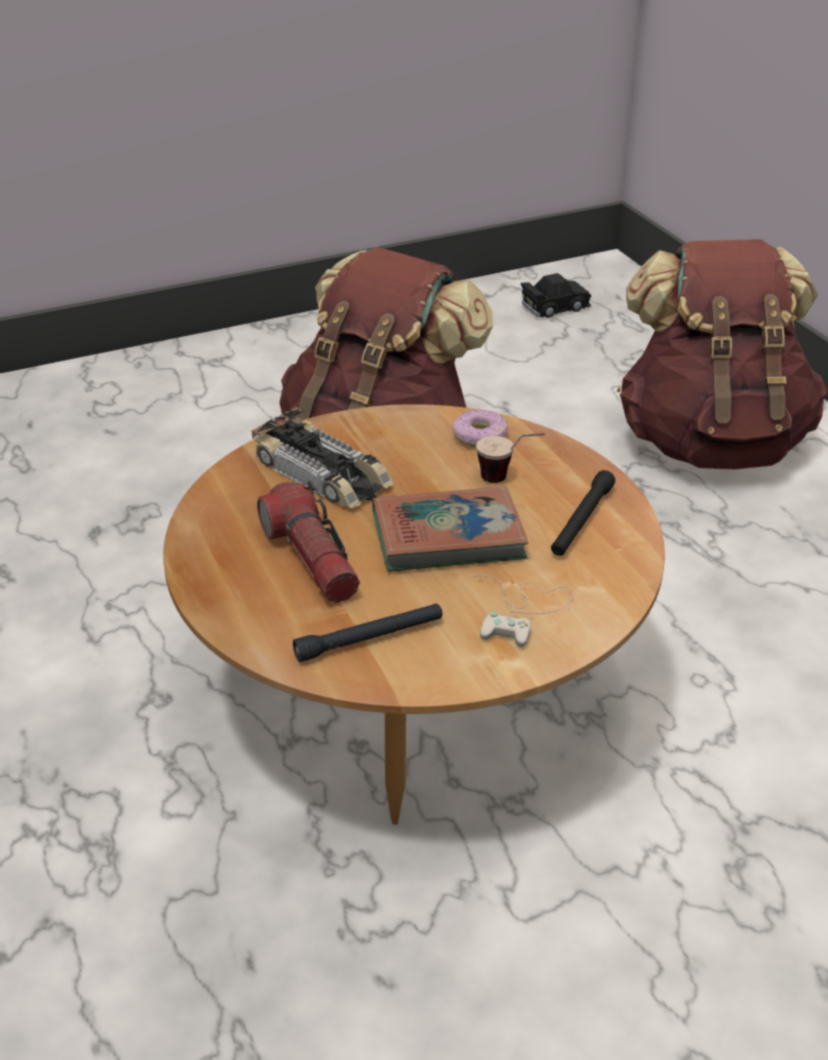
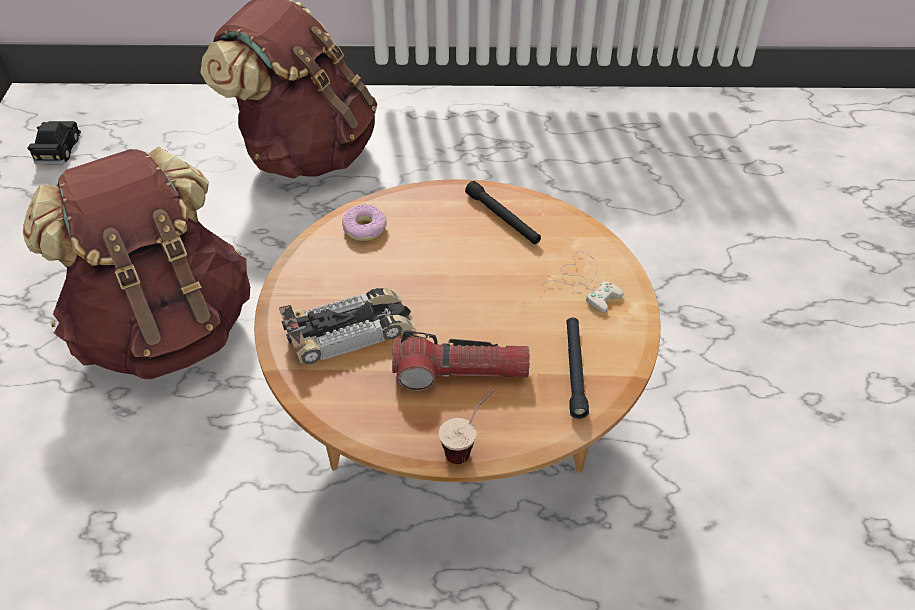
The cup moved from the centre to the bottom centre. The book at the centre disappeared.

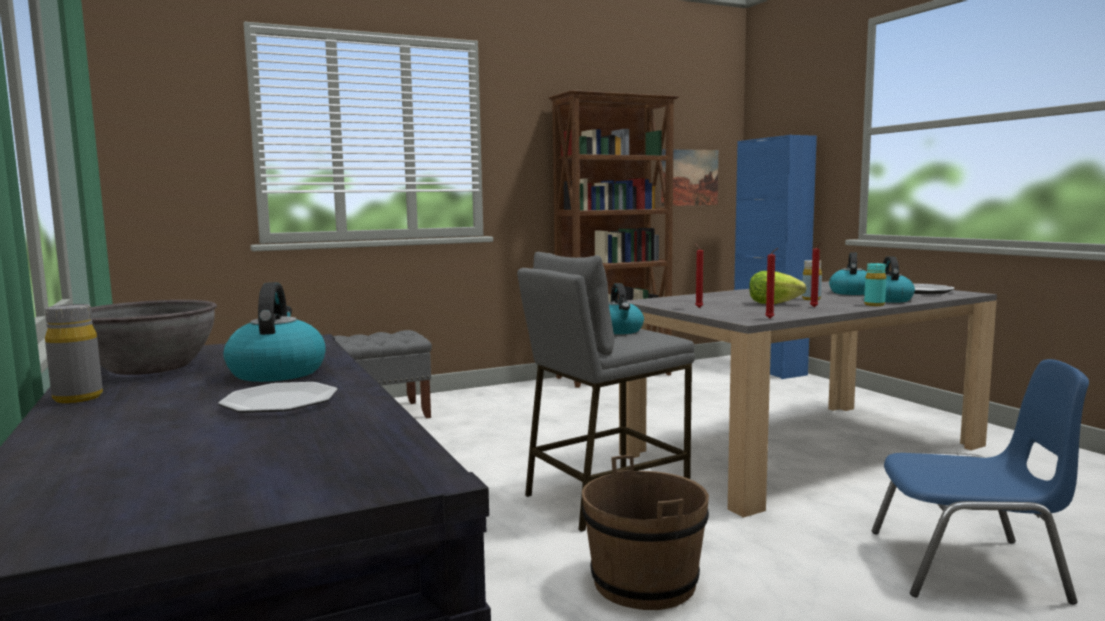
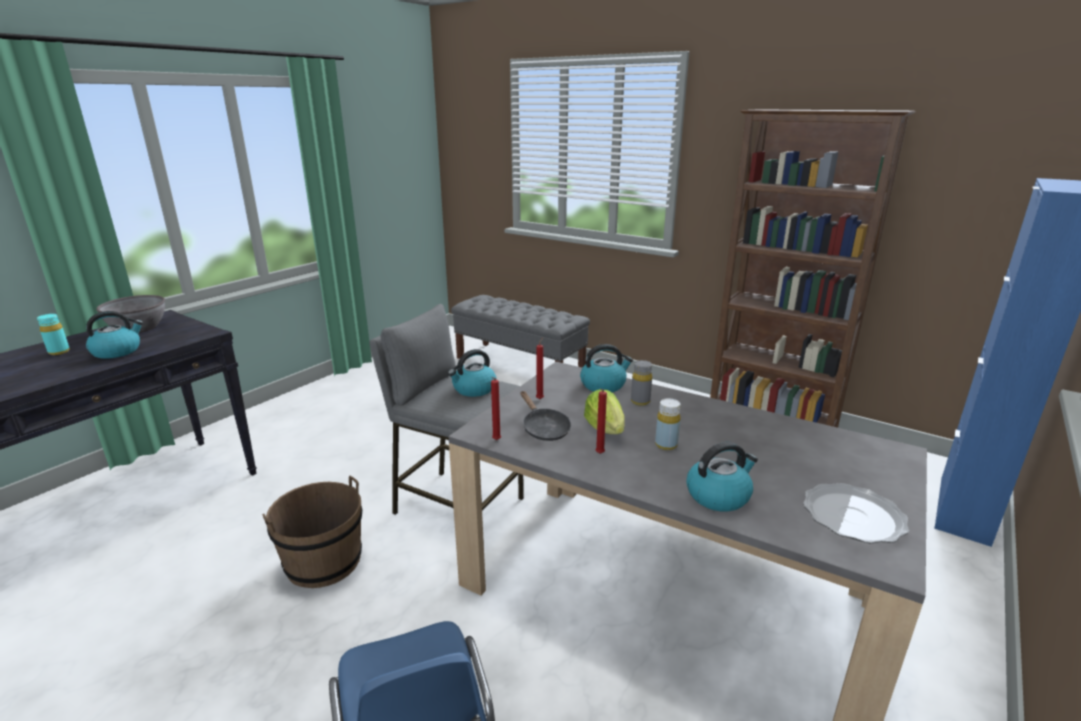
The picture at the top centre disappeared. The kettle (no. 3 from left) moved from the middle right to the centre. The turquoise bottle moved from the middle right to the middle left. The grey bottle moved from the middle left to the centre. The plate (no. 1 from left) at the middle left disappeared. The black frying pan at the centre appeared.

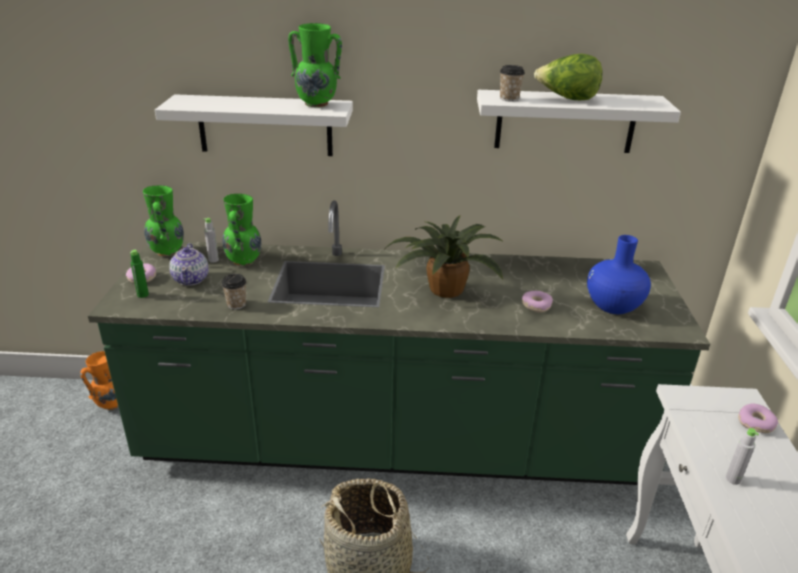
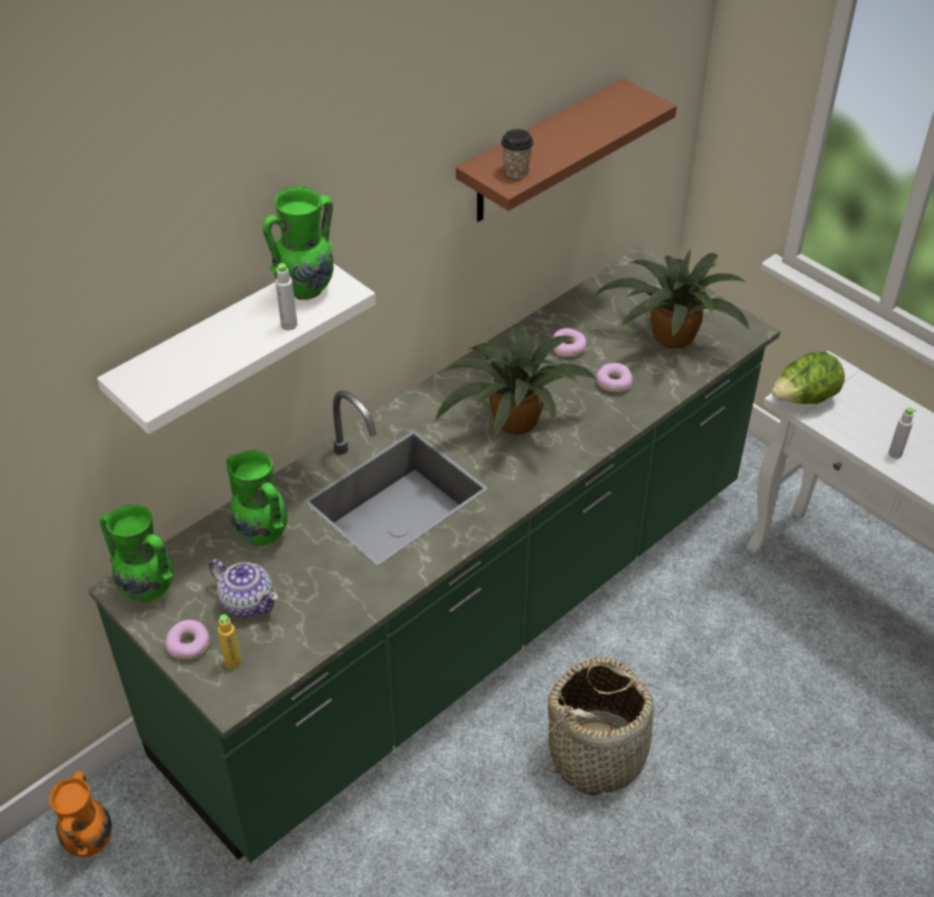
The lettuce moved from the top right to the middle right. The white shelf (no. 2 from left) at the top right became the brown shelf at the top centre. The grey bottle (no. 1 from left) moved from the middle left to the top left. The blue vase at the middle right was replaced by the potted plant (no. 2 from left) at the middle right. The green bottle at the middle left became the yellow bottle at the bottom left. The cup (no. 1 from left) at the middle left disappeared. The donut (no. 3 from left in the first image) moved from the bottom right to the centre.

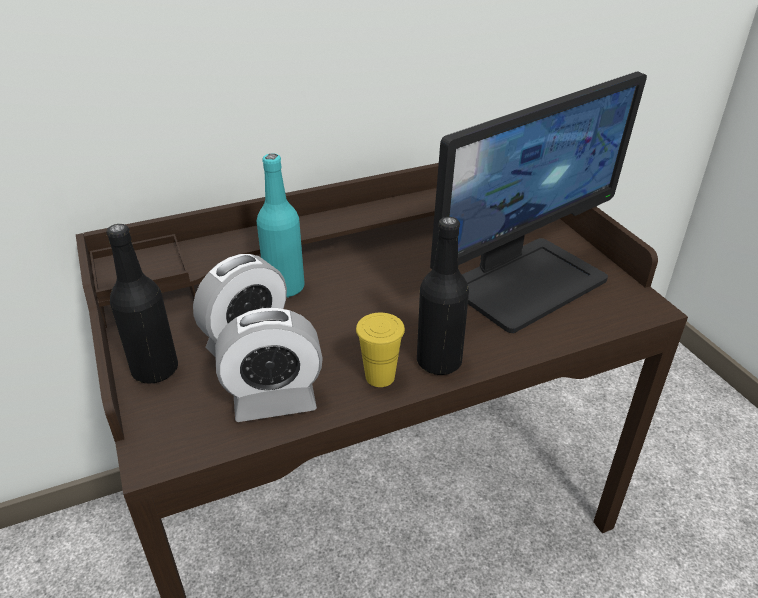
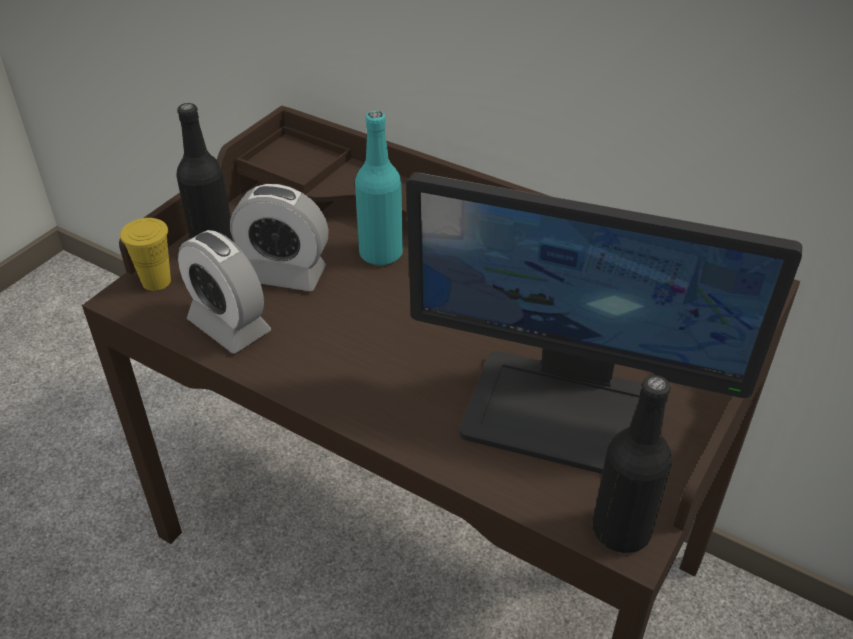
The black bottle (no. 2 from left) moved from the centre to the bottom right. The yellow cup moved from the centre to the middle left.

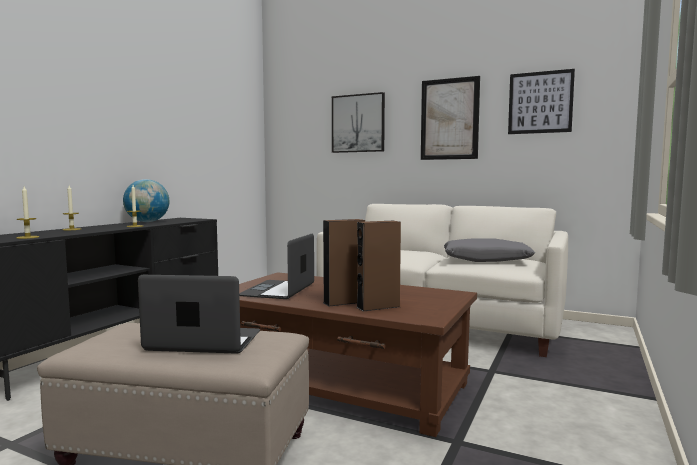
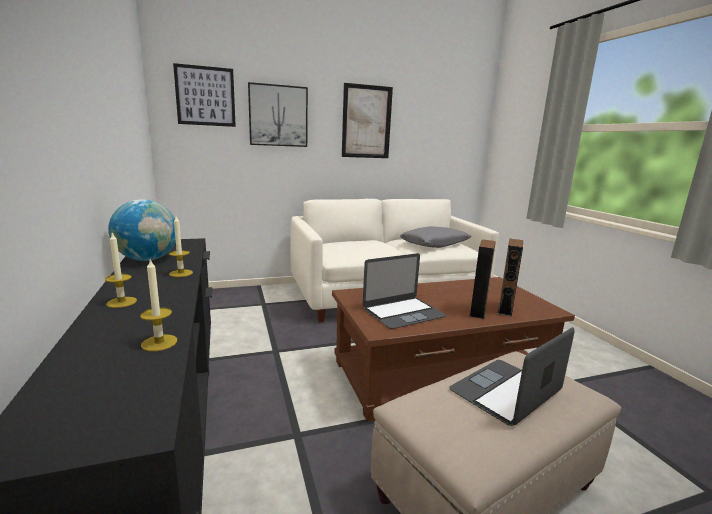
The picture (no. 3 from left in the first image) moved from the top right to the top left. The laptop (no. 2 from left in the first image) at the centre turned 90 degrees counterclockwise.

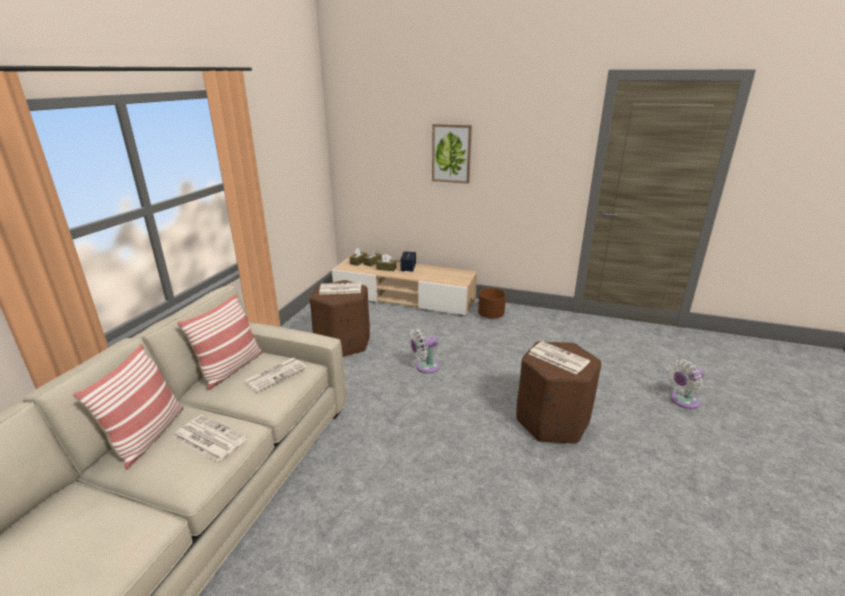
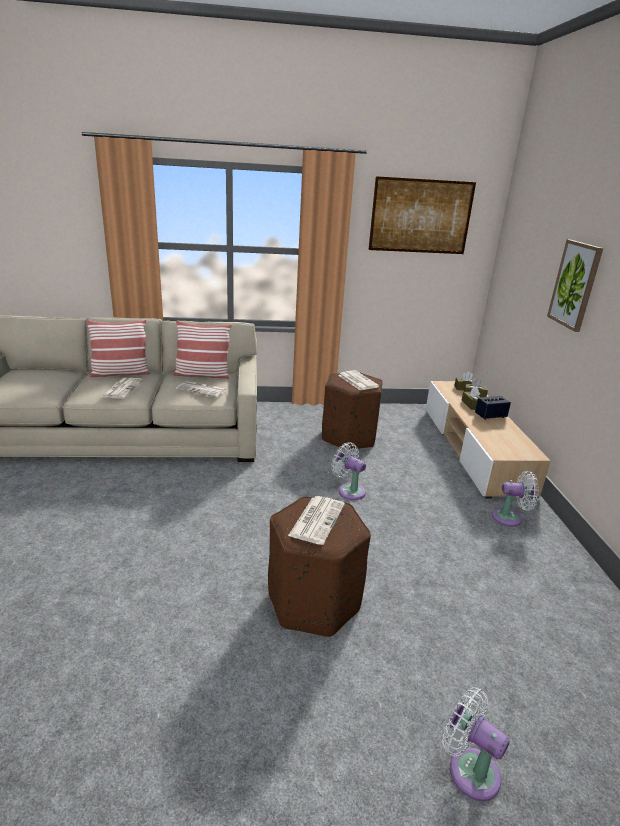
The brown planter at the centre was replaced by the white fan (no. 3 from left) at the middle right. The picture (no. 1 from left) at the top right appeared.

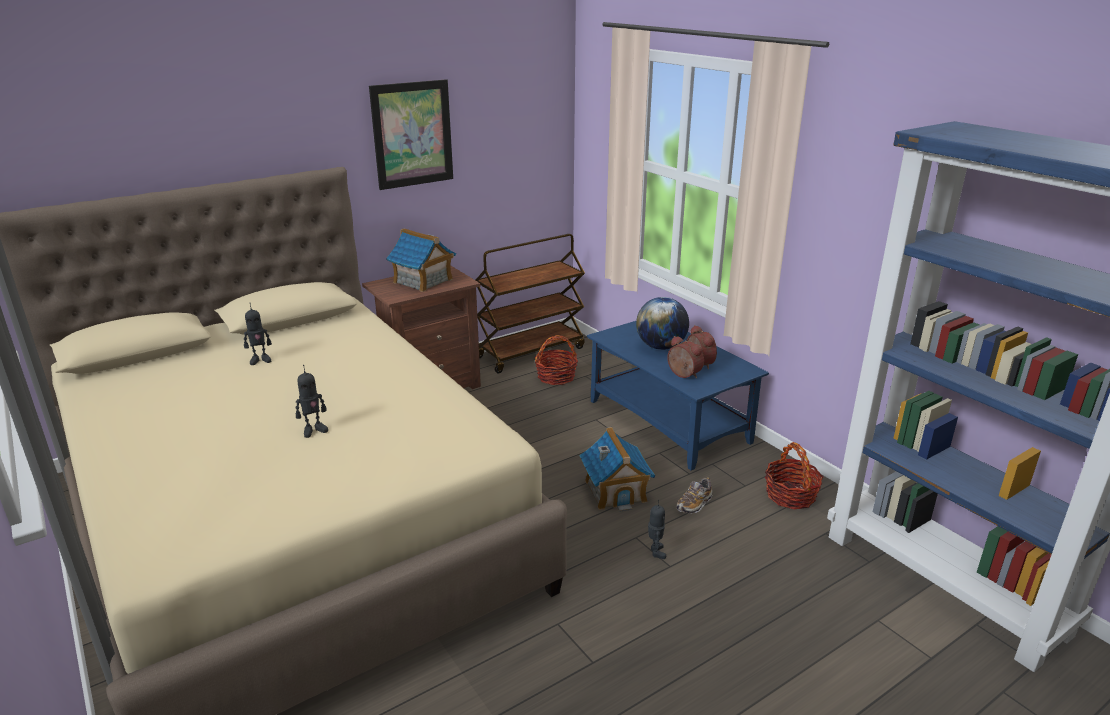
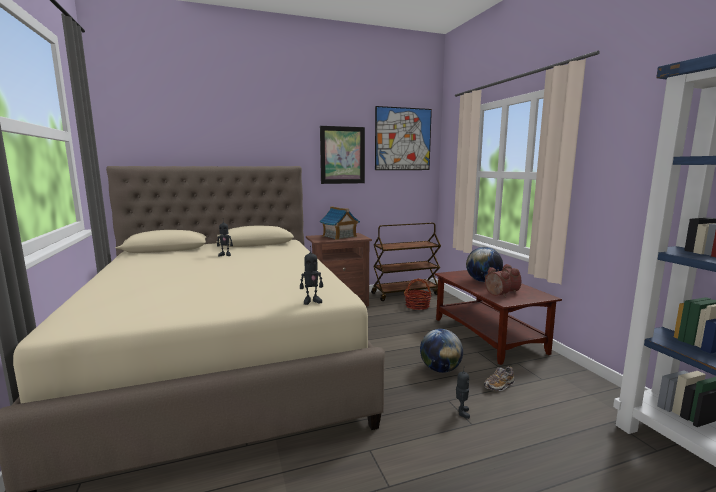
The blue coffee table at the centre became the brown coffee table at the middle right. The toy robot (no. 2 from left) moved from the middle left to the centre. The toy house (no. 2 from left) at the centre was replaced by the globe (no. 1 from left) at the bottom centre. The basket (no. 2 from left) at the middle right disappeared. The picture (no. 2 from left) at the top centre appeared.

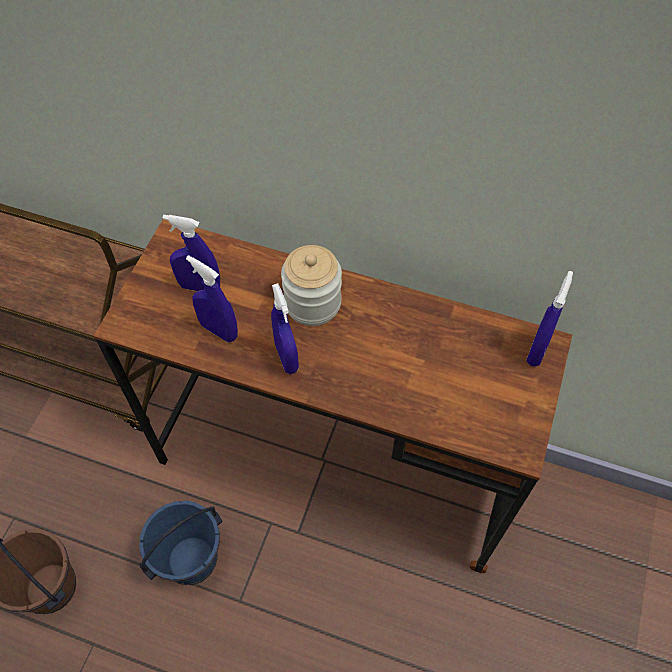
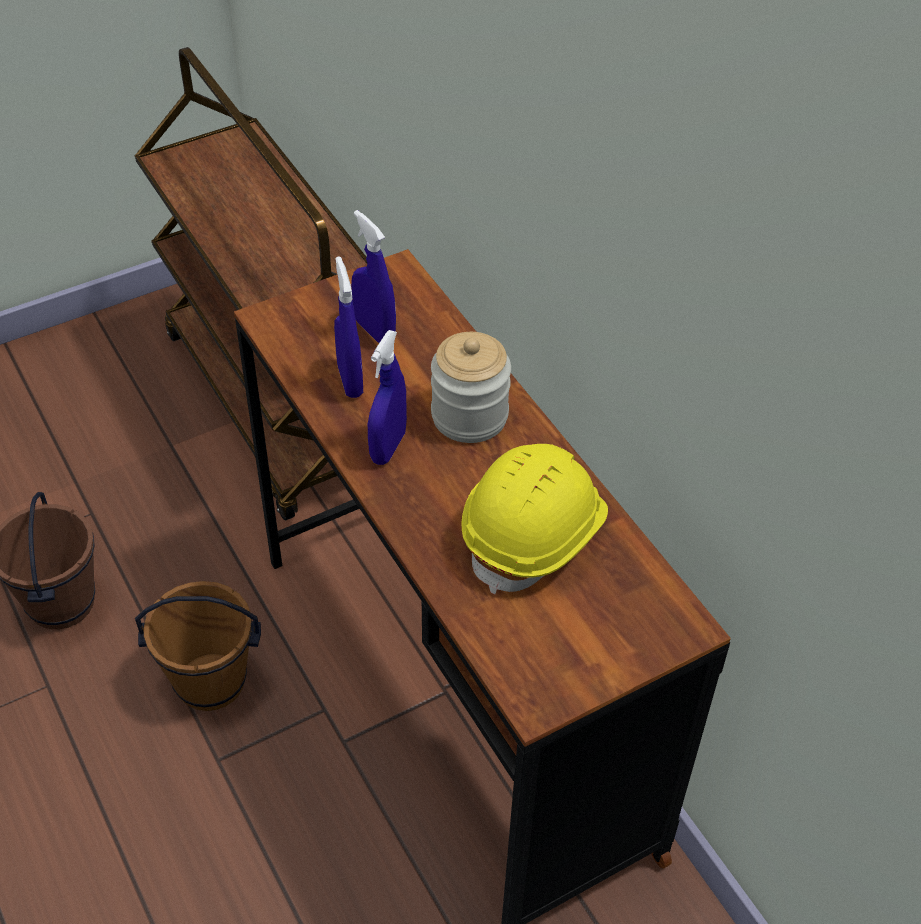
The blue spray bottle (no. 4 from left) at the middle right disappeared. The blue bucket at the bottom left became the brown bucket (no. 2 from left) at the bottom left. The yellow hard hat at the centre appeared.

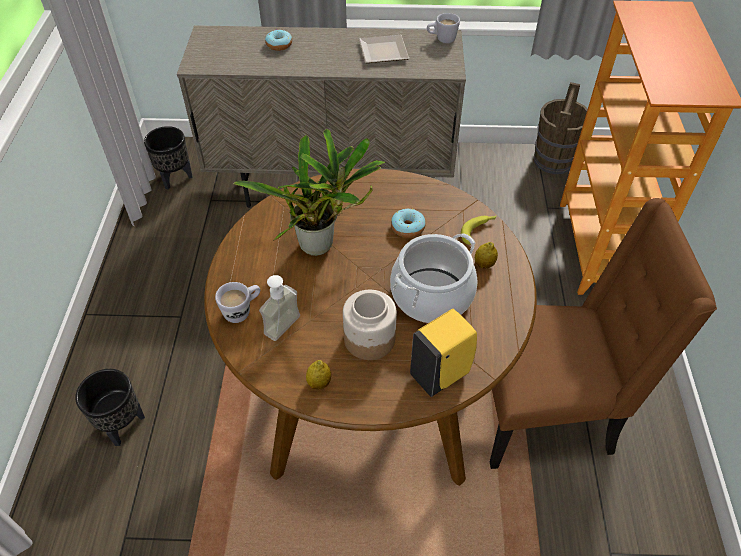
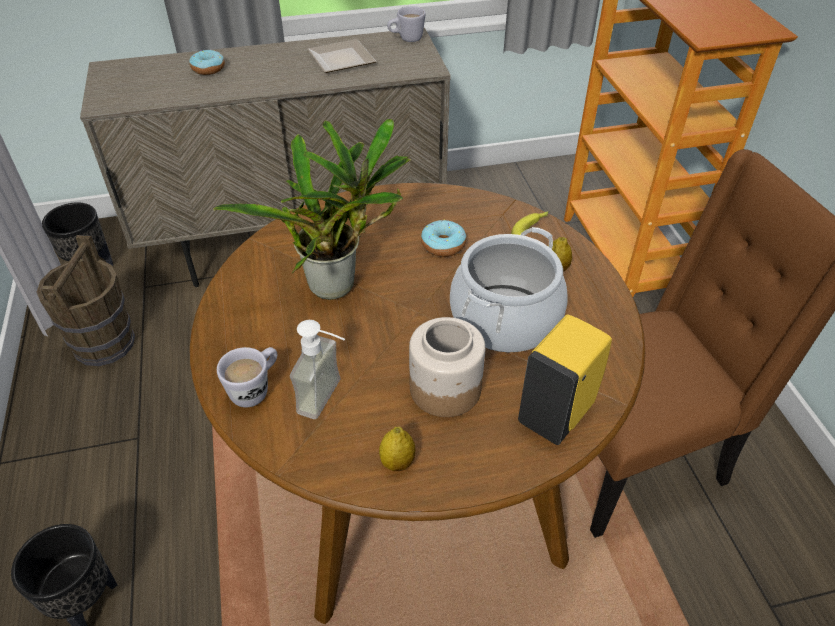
The brown bucket moved from the top right to the middle left.

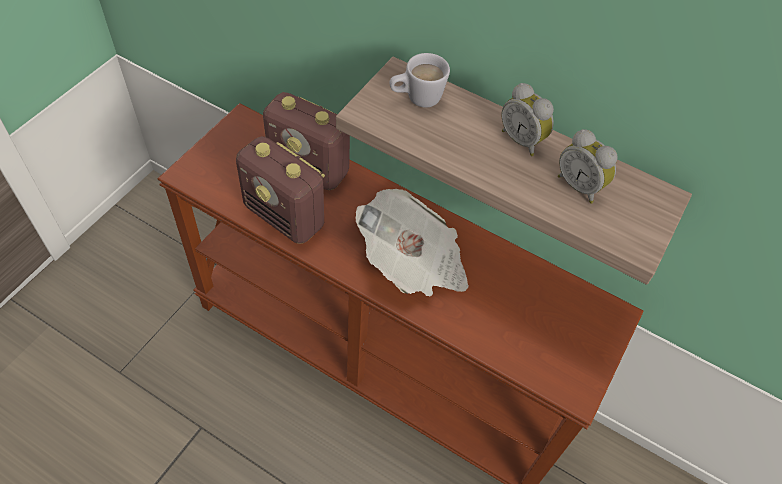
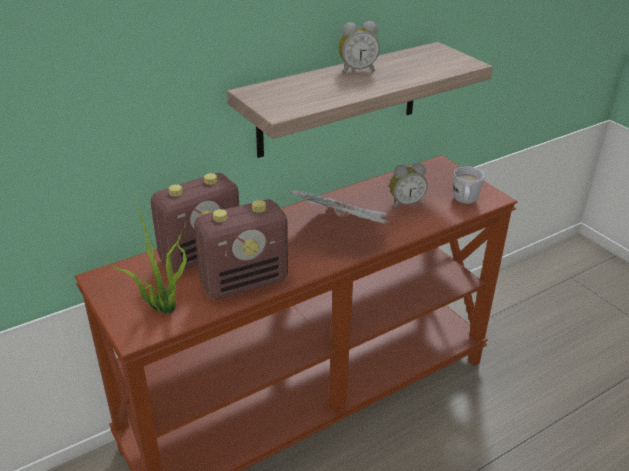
The white mug moved from the top centre to the middle right. The alarm clock (no. 2 from left) moved from the middle right to the centre. The potted plant at the middle left appeared.

